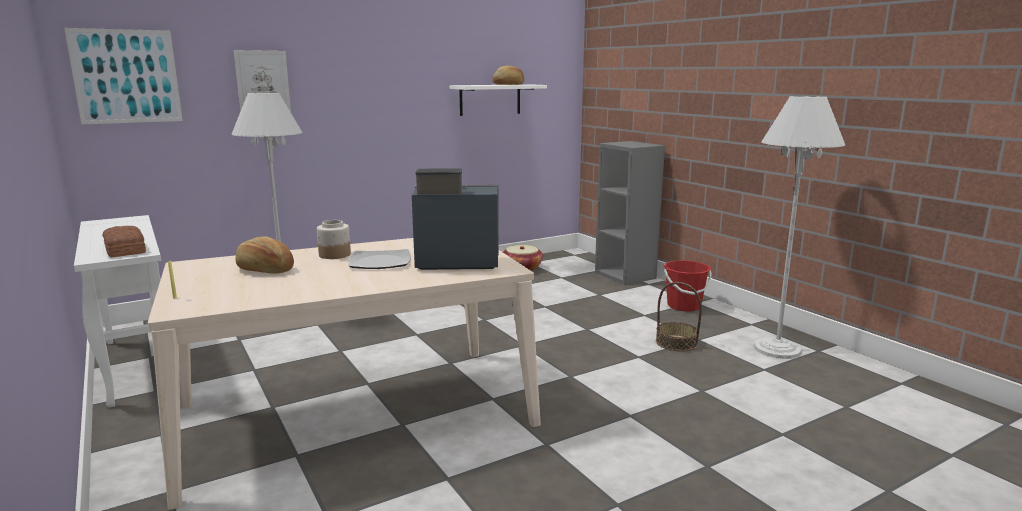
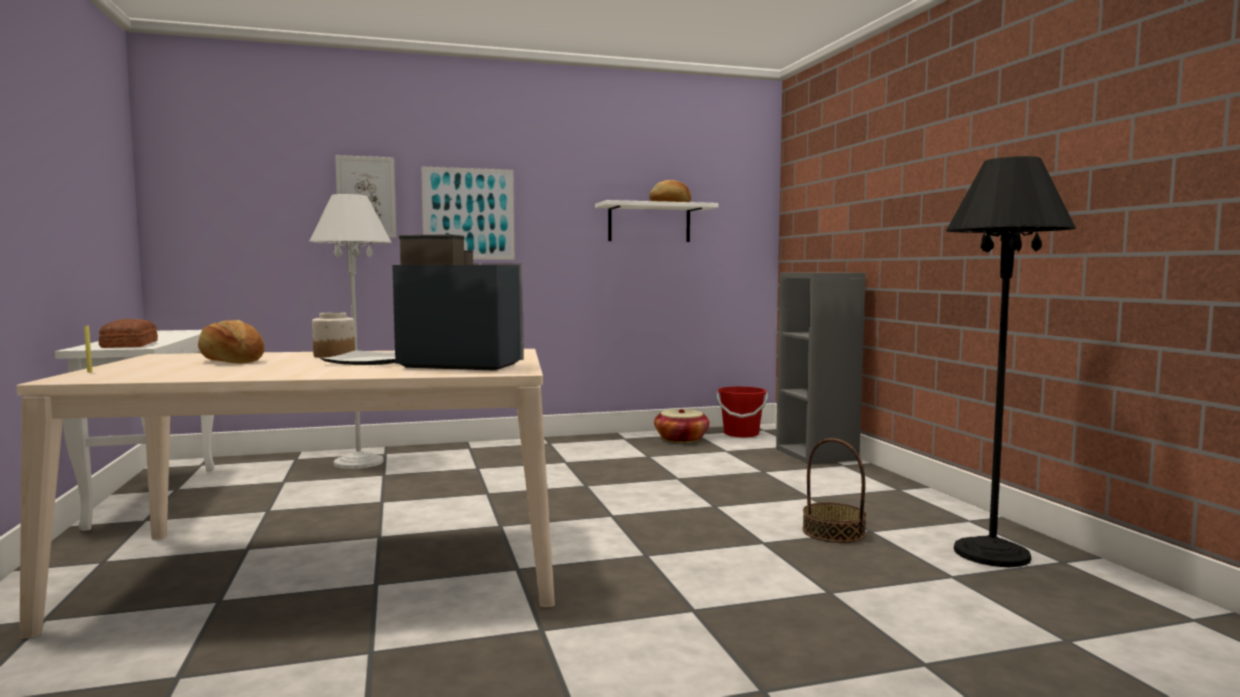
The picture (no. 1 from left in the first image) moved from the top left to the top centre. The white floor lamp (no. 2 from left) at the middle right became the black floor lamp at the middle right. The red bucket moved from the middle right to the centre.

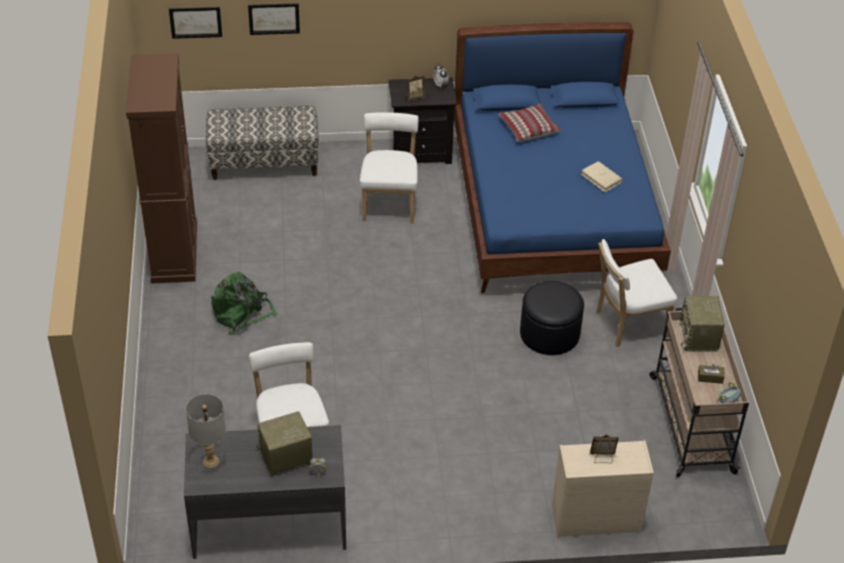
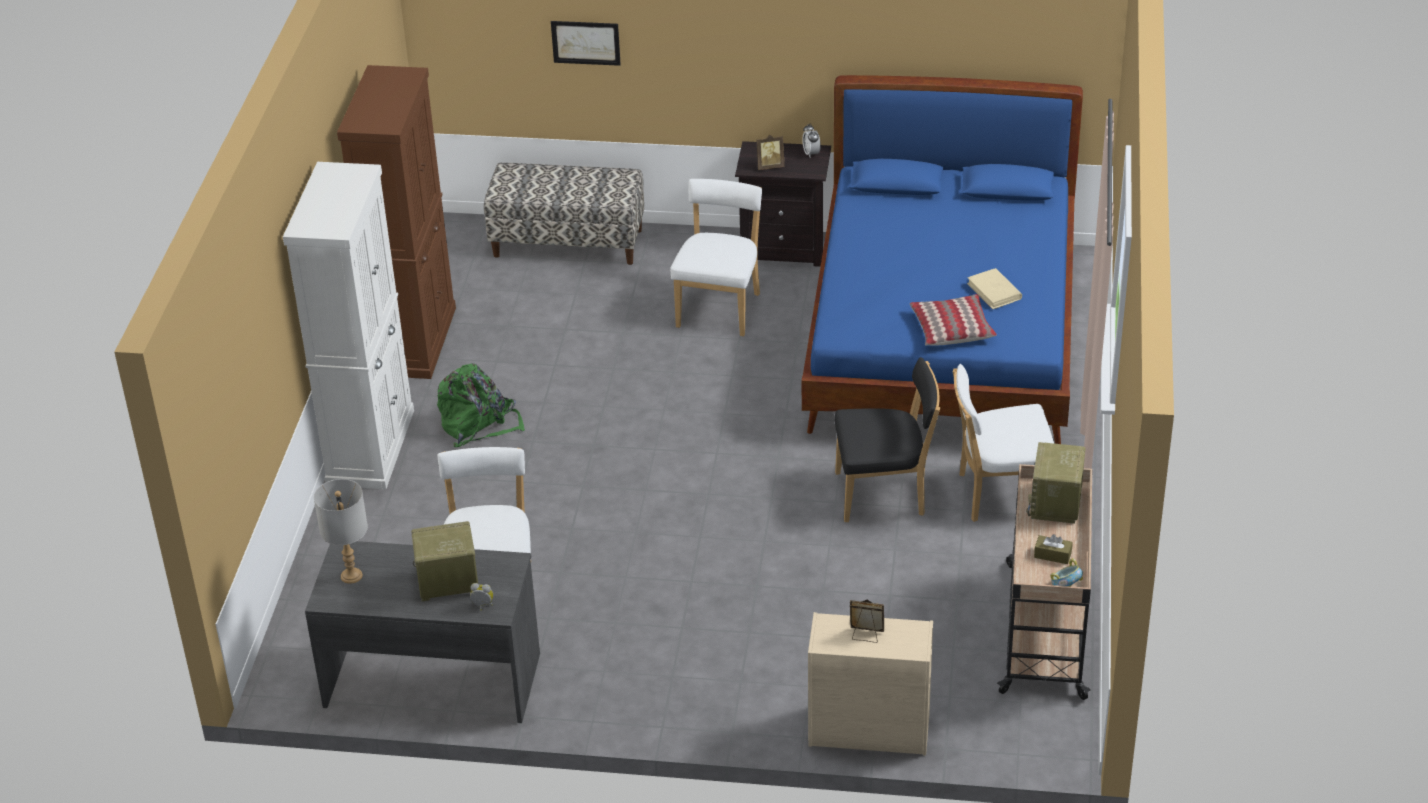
The picture (no. 1 from left) at the top left disappeared. The pillow moved from the top centre to the middle right. The black ottoman at the centre was replaced by the black chair at the centre. The white cabinet at the middle left appeared.

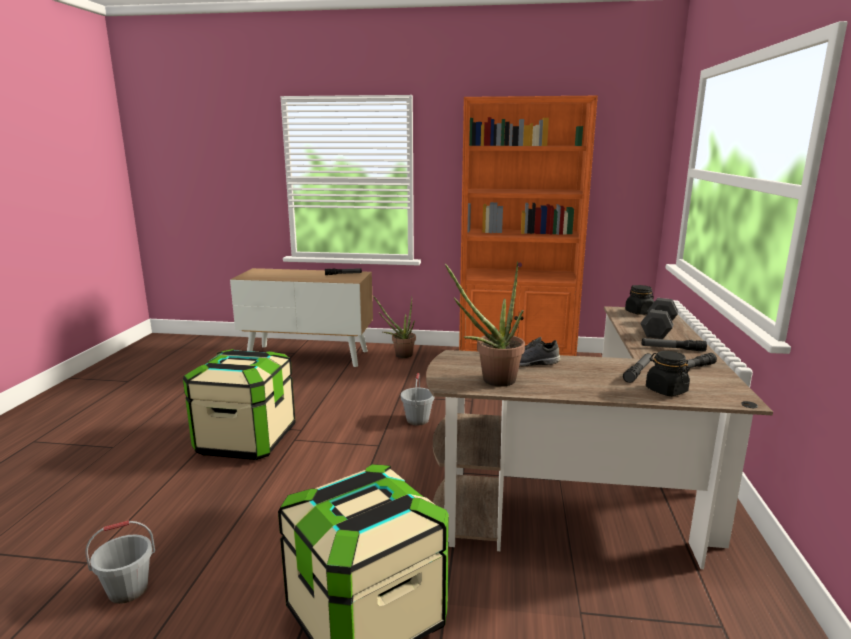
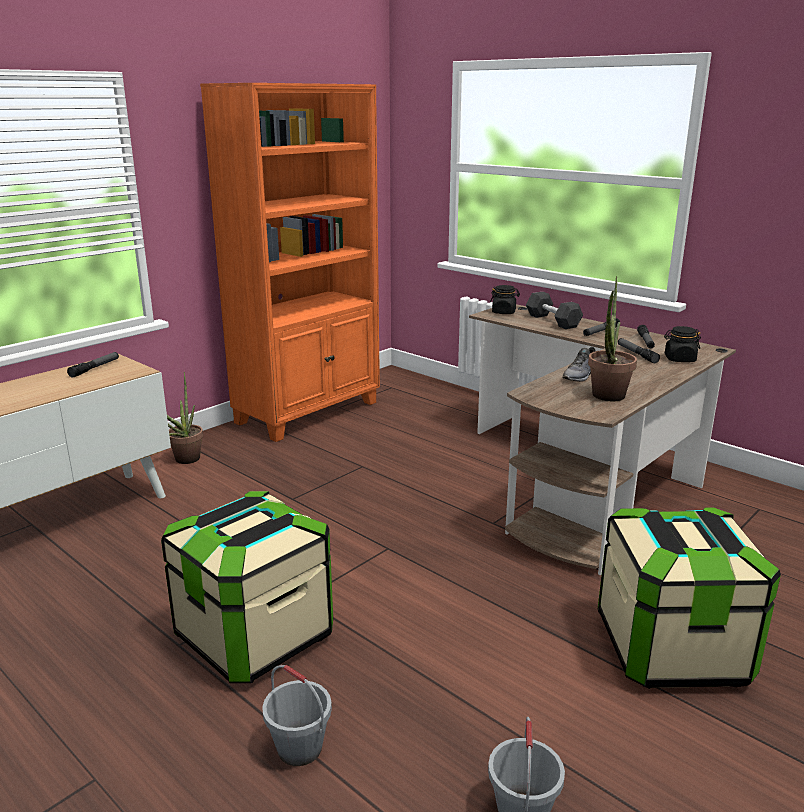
The grey bucket (no. 2 from left in the first image) moved from the centre to the bottom centre.

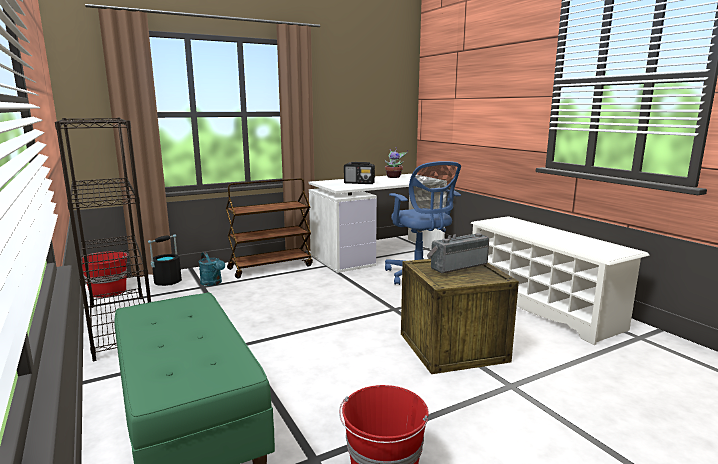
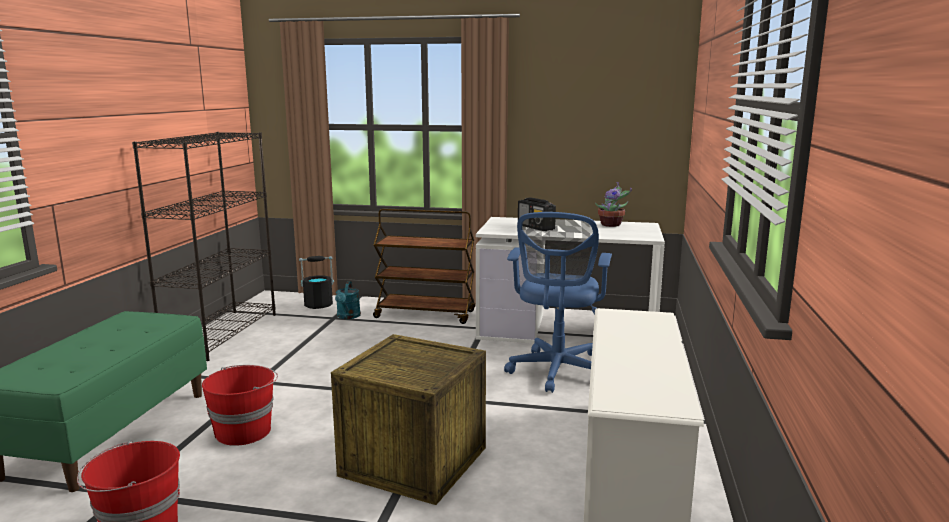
The radio (no. 2 from left) at the centre disappeared. The red bucket (no. 1 from left in the first image) moved from the middle left to the bottom left.

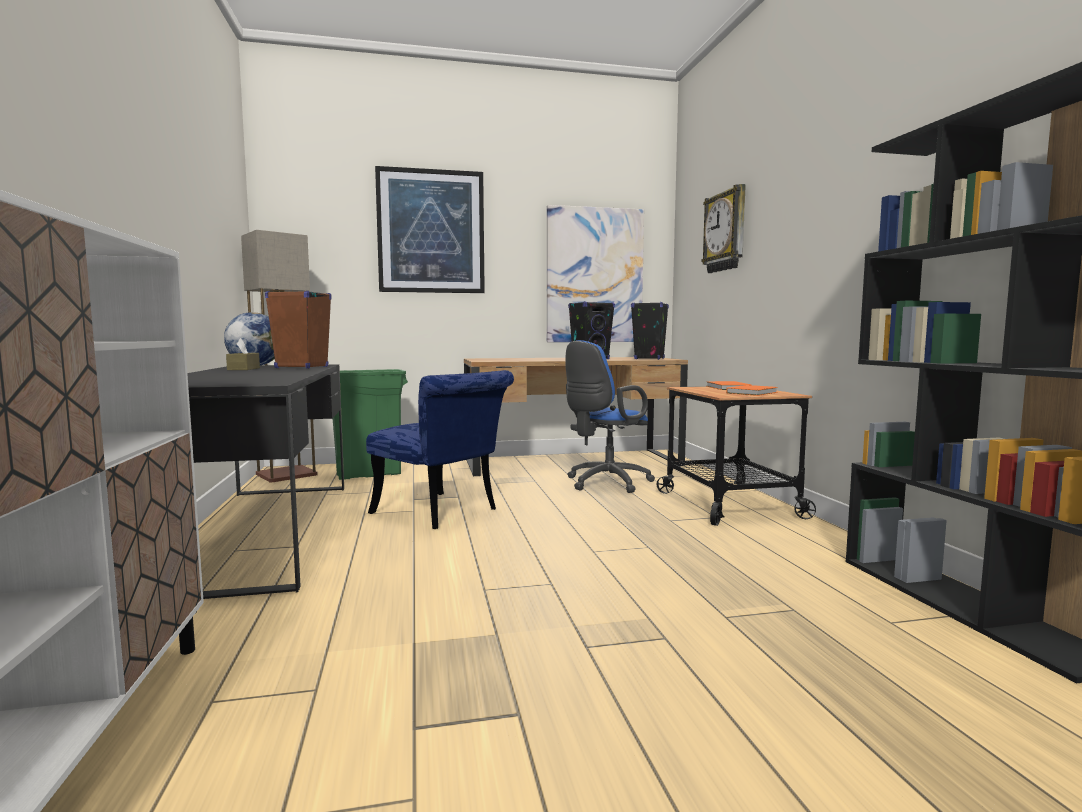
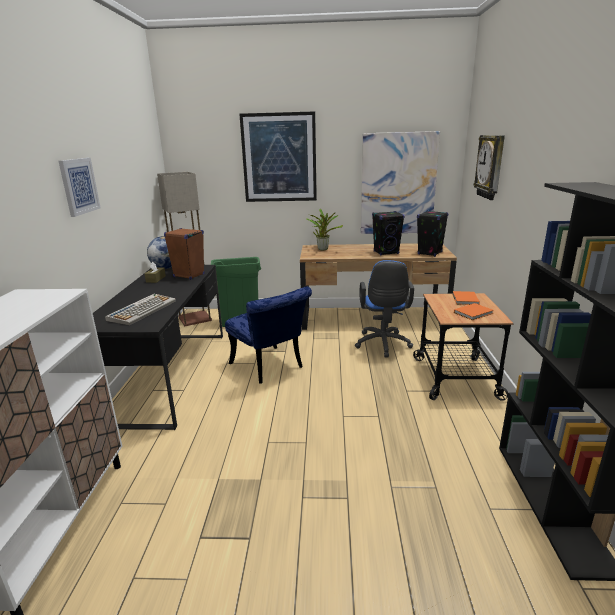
The blue office chair at the centre turned 60 degrees counterclockwise. The picture (no. 1 from left) at the top left appeared. The potted plant at the centre appeared. The keyboard at the middle left appeared.

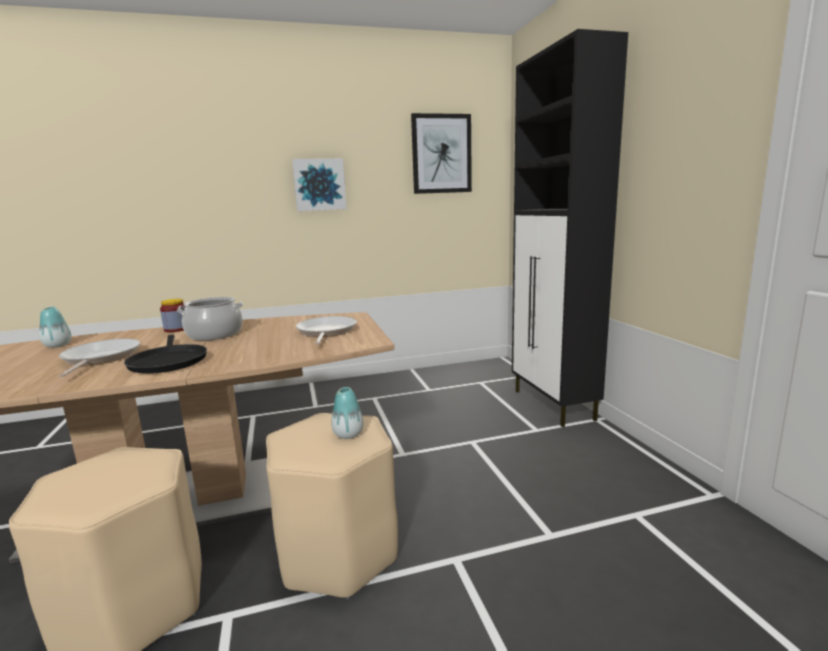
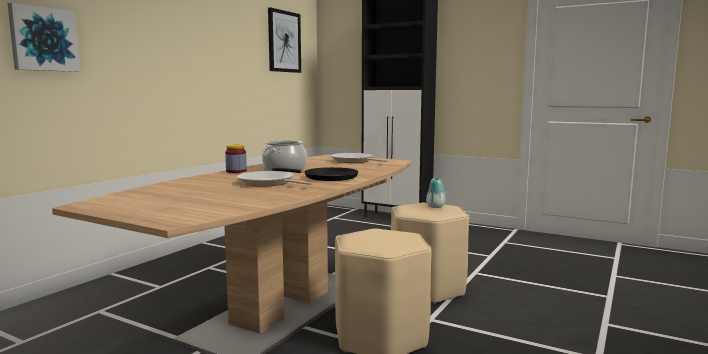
The picture (no. 1 from left) moved from the top centre to the top left. The vase (no. 1 from left) at the middle left disappeared.

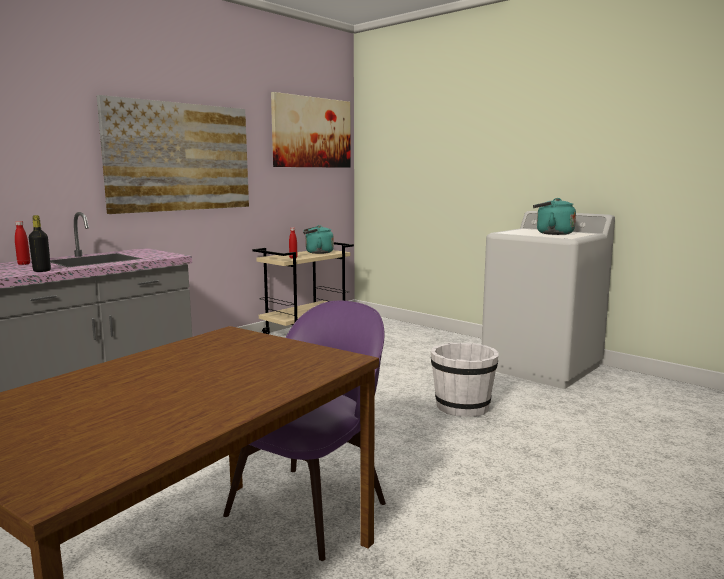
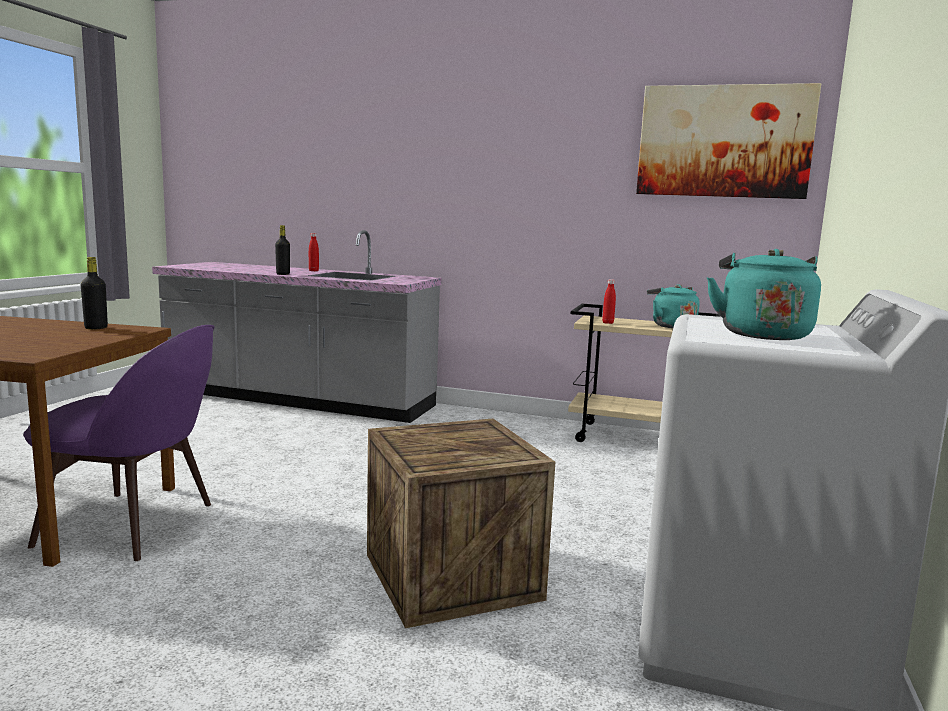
The picture (no. 1 from left) at the top left disappeared. The white bucket at the centre was replaced by the crate at the bottom centre. The black bottle (no. 1 from left) at the middle left appeared.

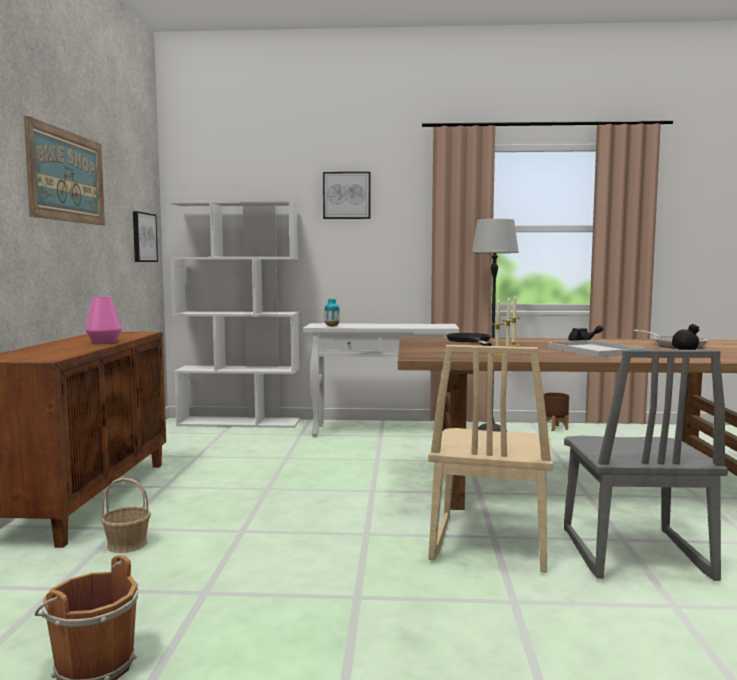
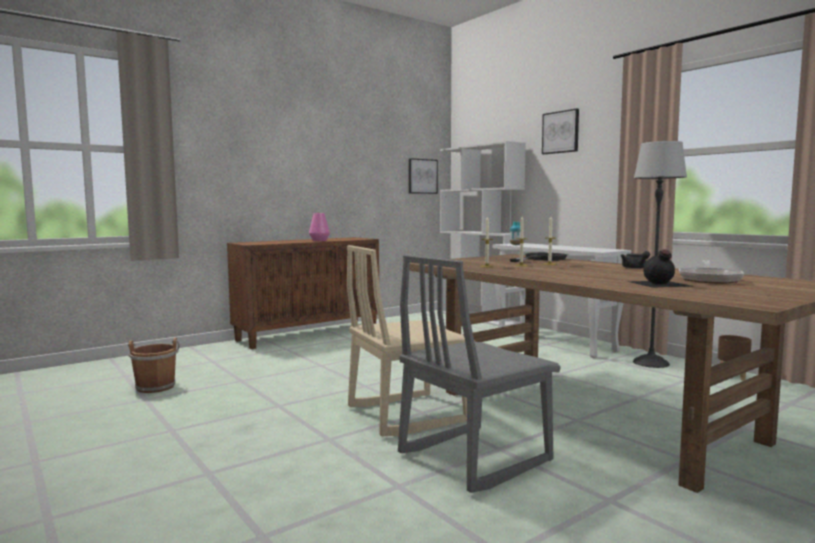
The picture (no. 1 from left) at the top left disappeared. The white tray at the middle right disappeared. The basket at the bottom left disappeared.

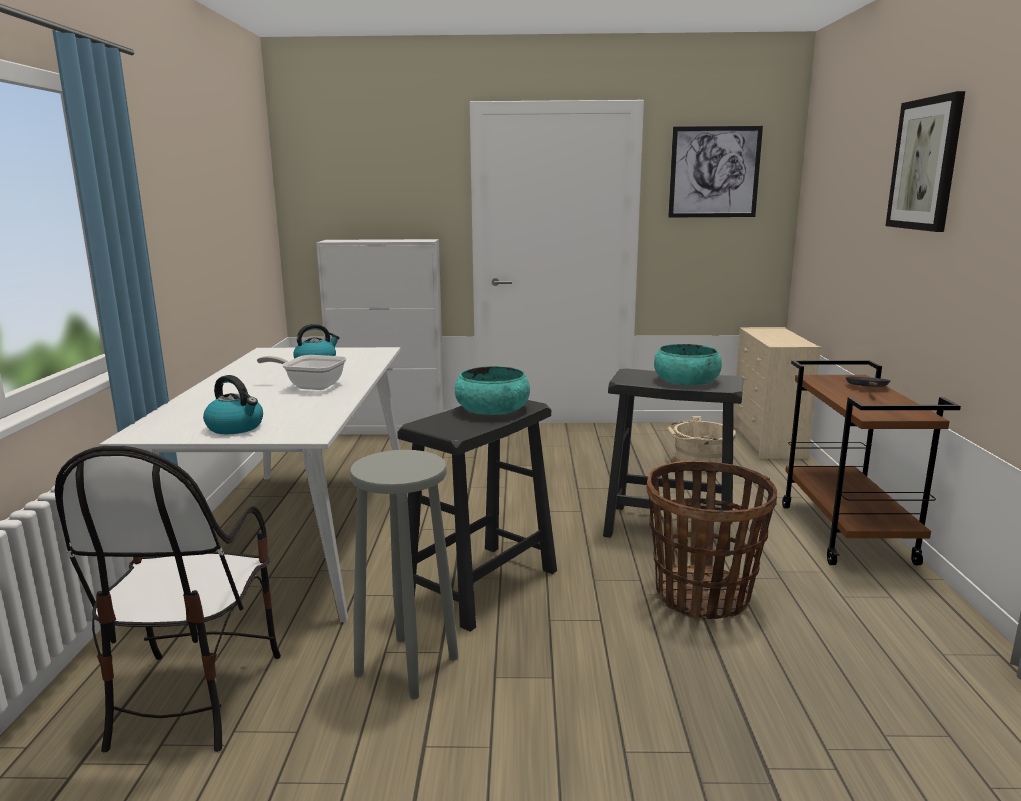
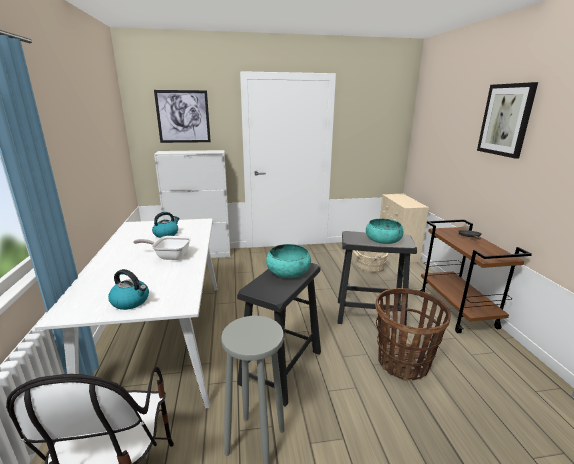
The picture (no. 1 from left) moved from the top right to the top left.

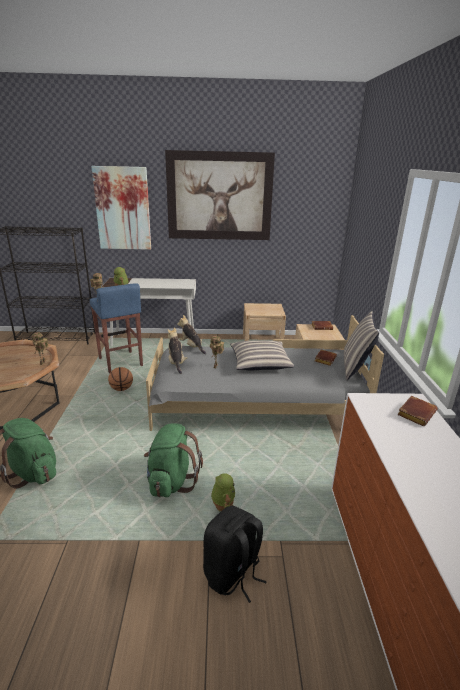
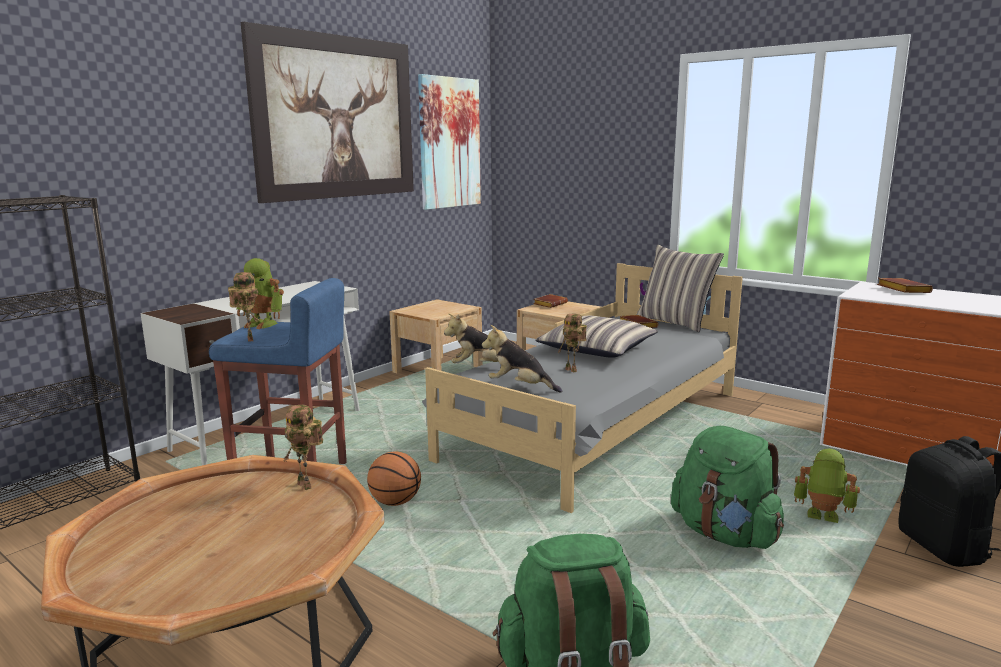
The picture (no. 1 from left in the first image) moved from the top left to the top centre.

